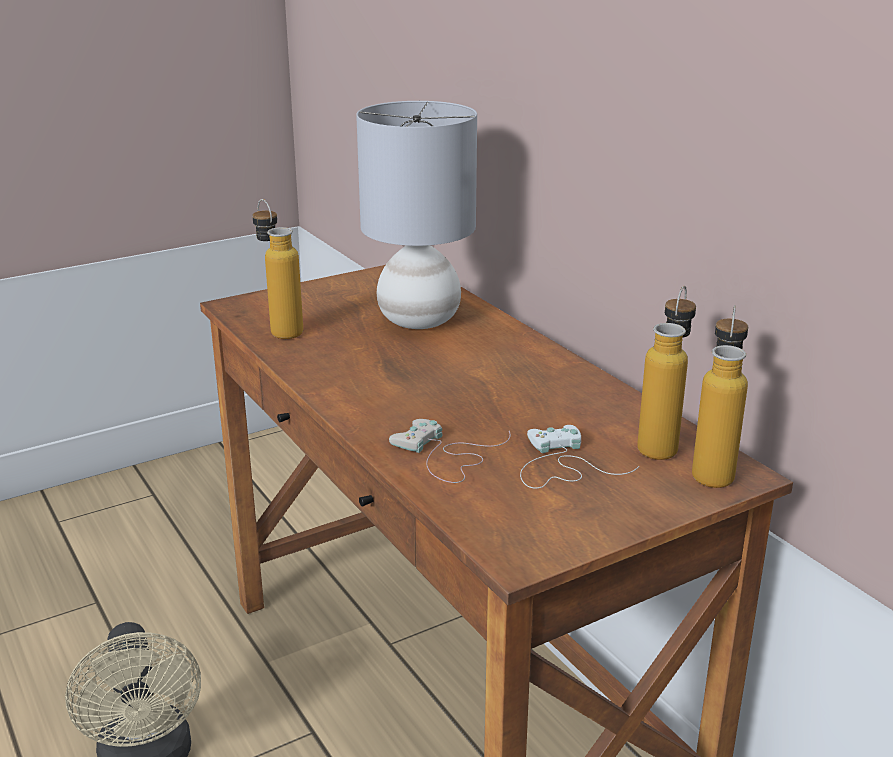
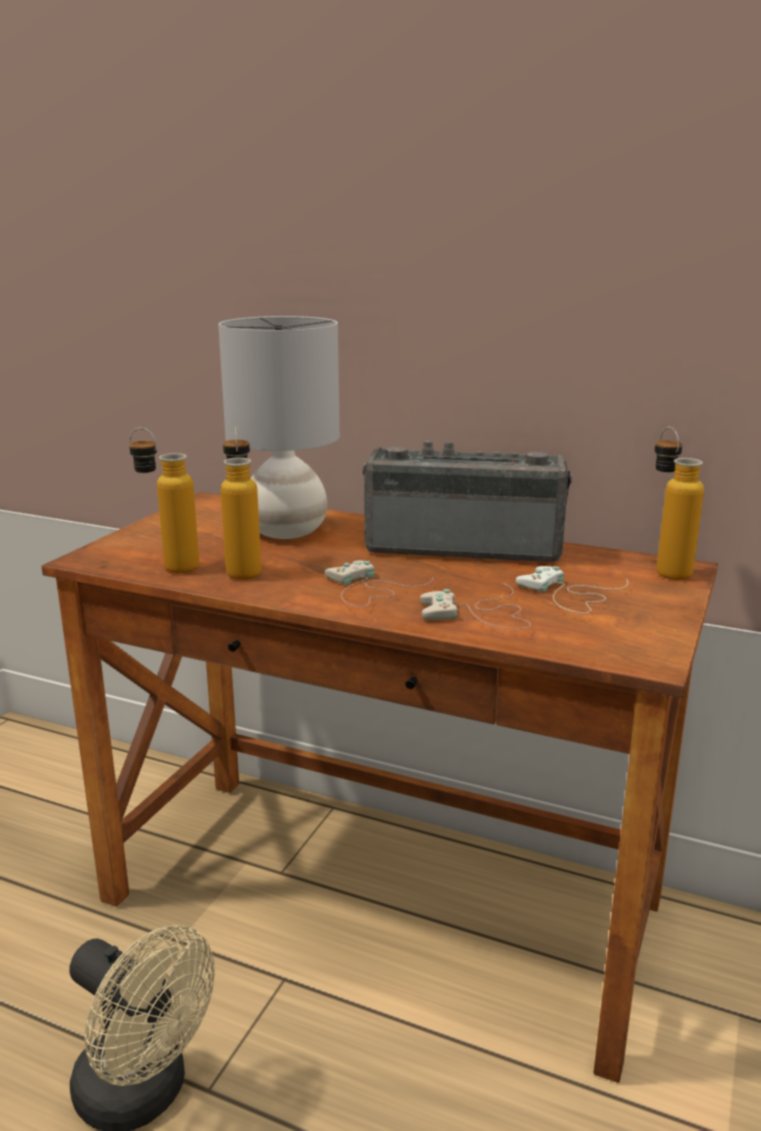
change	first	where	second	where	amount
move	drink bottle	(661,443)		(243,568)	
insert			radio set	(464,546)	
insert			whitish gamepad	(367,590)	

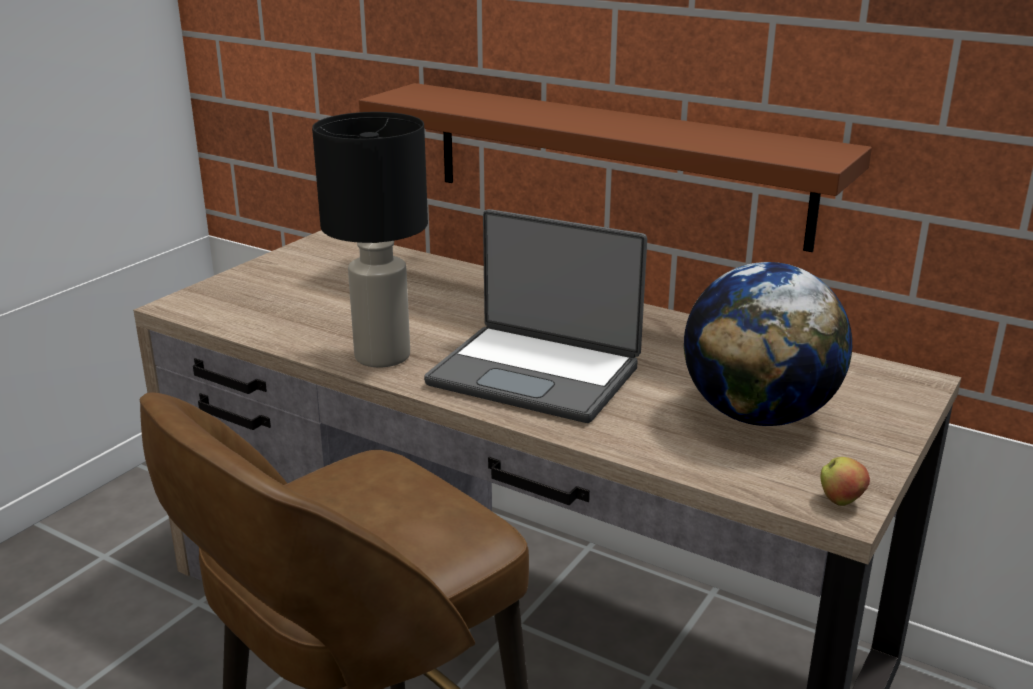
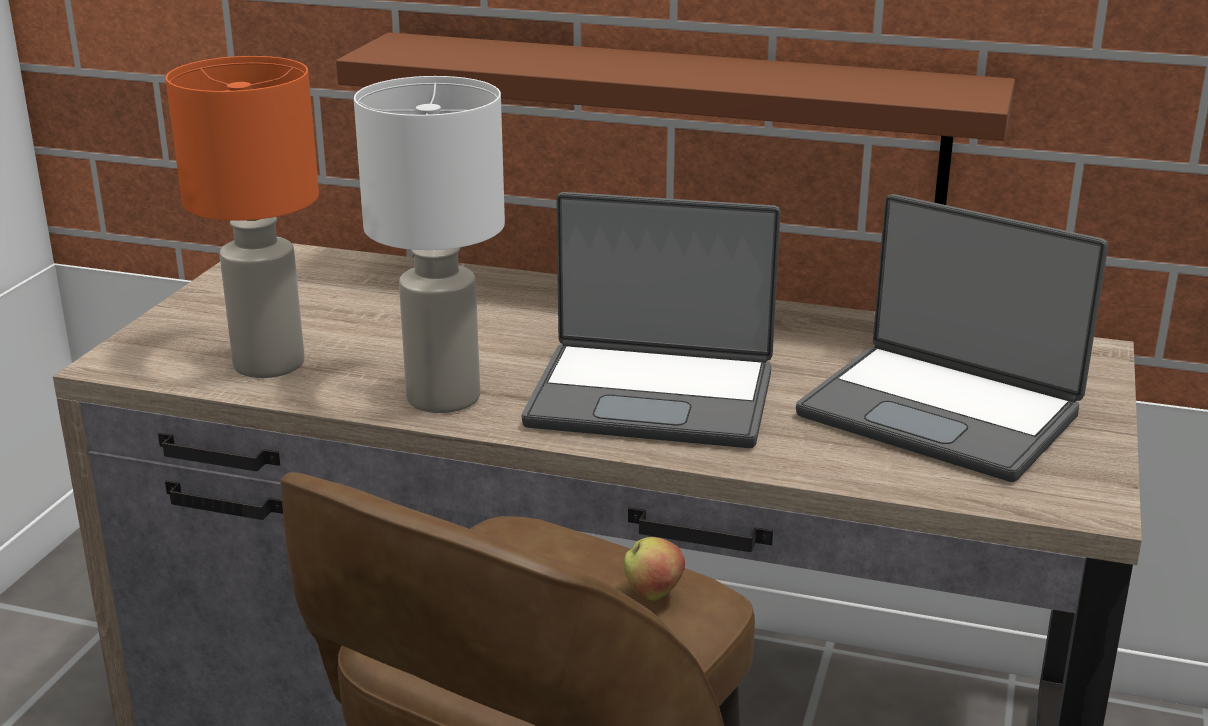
change	first	where	second	where	amount
recolor	black-coloured lamp for a table	(383,357)	whitish lamp for a table	(445,398)	
replace	globe	(759,415)	laptop	(941,413)	
move	whole apple	(841,501)		(653,594)	
insert			orangey lamp for a table	(269,363)	

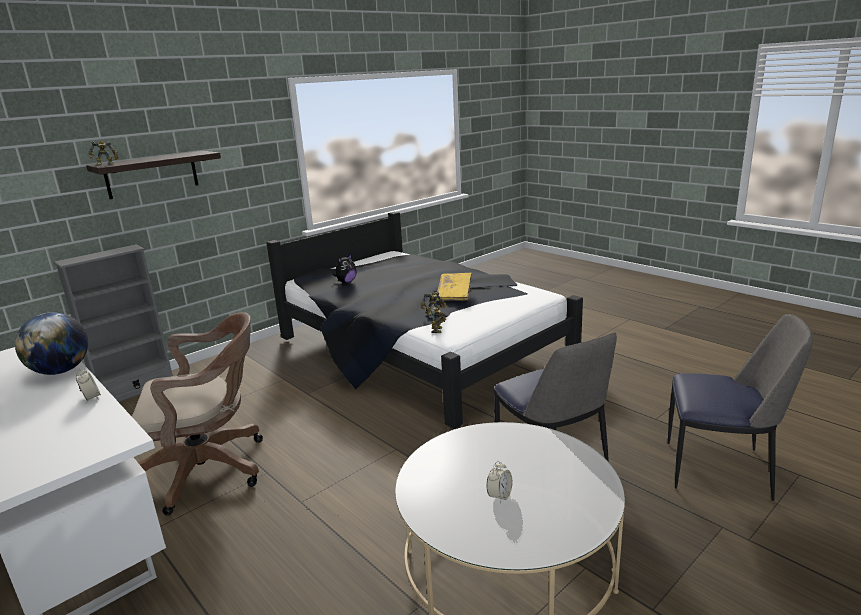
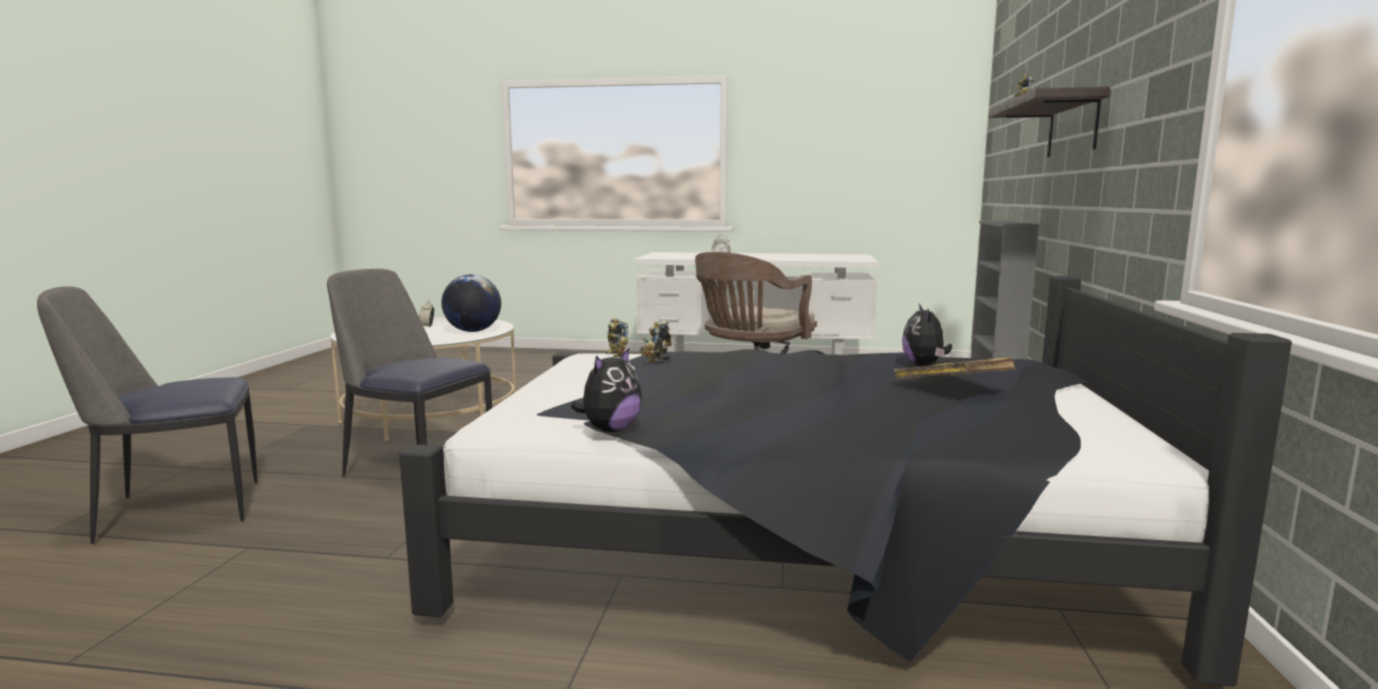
change	first	where	second	where	amount
move	yellowish volume	(454,294)		(951,387)	
move	globe	(61,371)		(473,331)	
insert			cuddly toy	(610,429)	

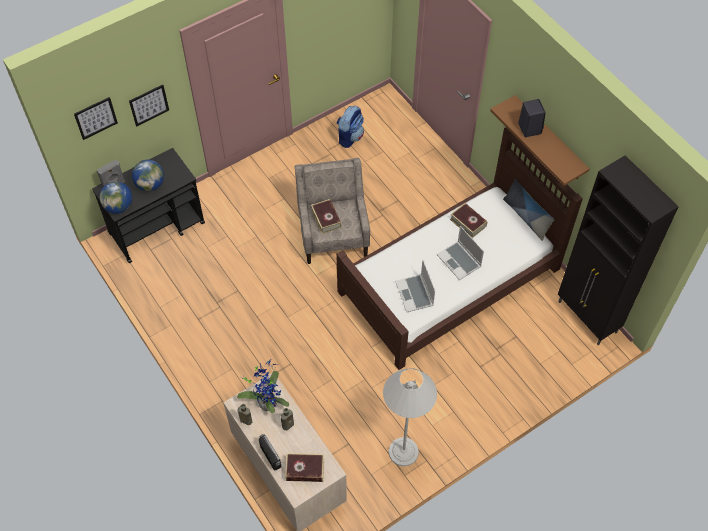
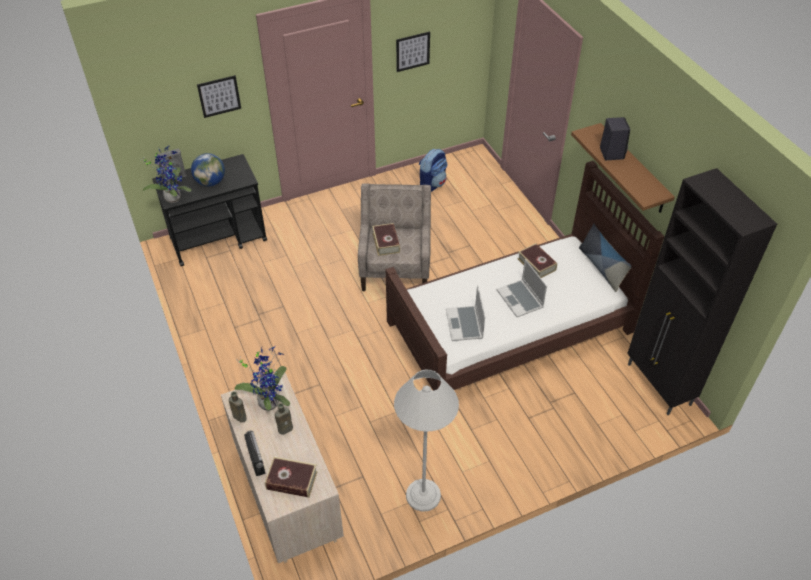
change	first	where	second	where	amount
move	picture	(95,118)		(412,51)	
replace	globe	(119,206)	houseplant	(173,197)	

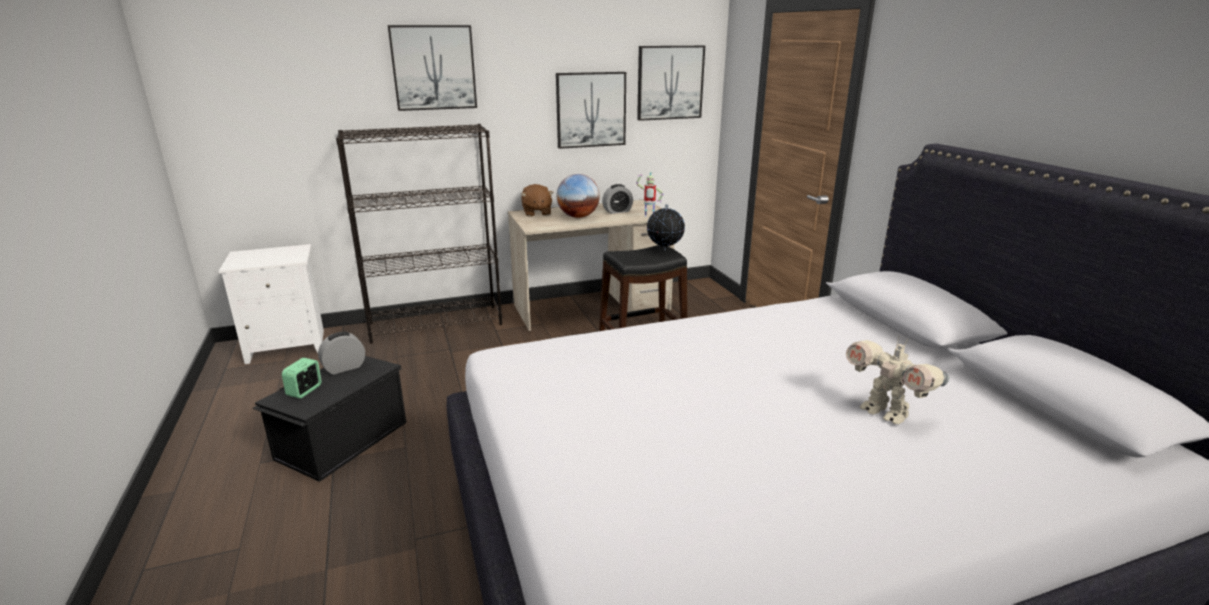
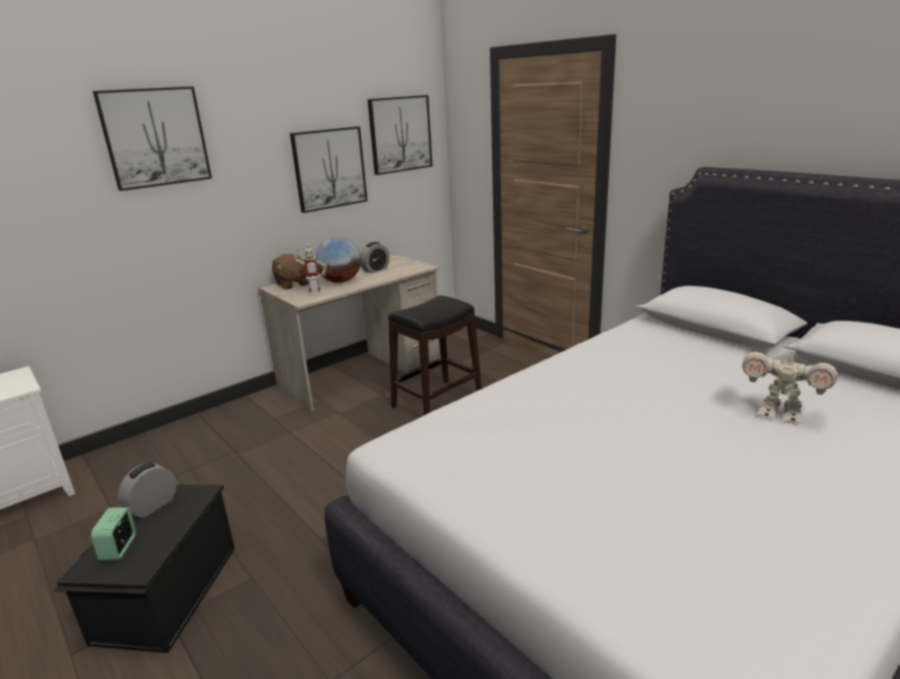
change	first	where	second	where	amount
delete	black-coloured bookcase	(436,323)			
move	model robot	(649,217)		(314,293)	
delete	globe	(664,250)			

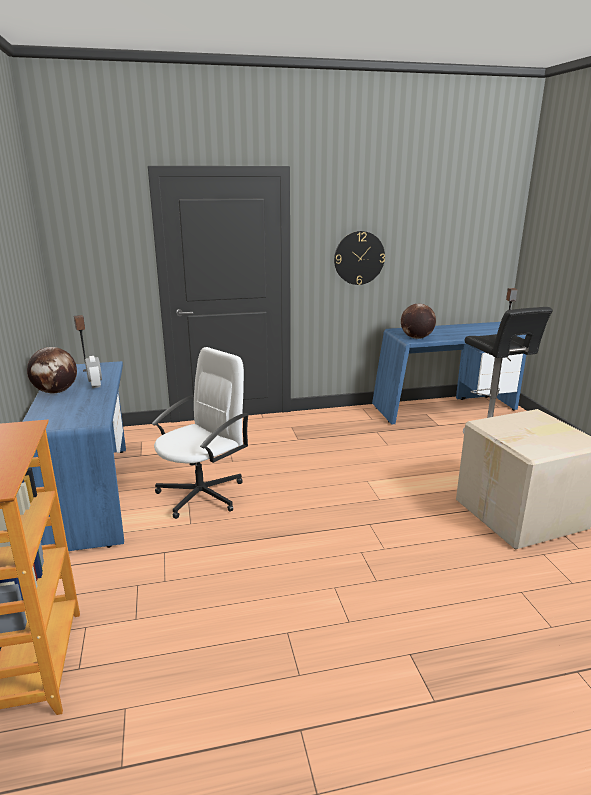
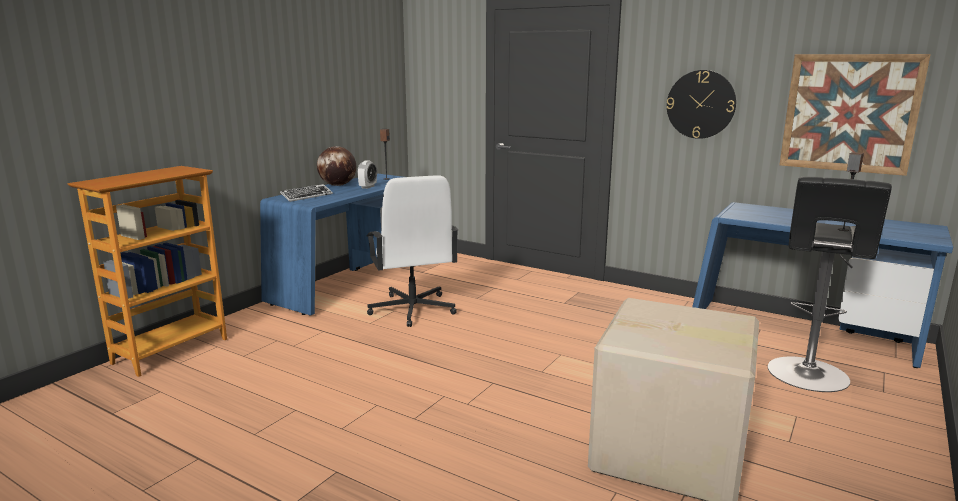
change	first	where	second	where	amount
delete	globe	(416,338)			
rotate	whitish office chair	(202,494)		(412,310)	75 degrees clockwise
insert			picture	(849,113)	
insert			keyboard	(306,196)	

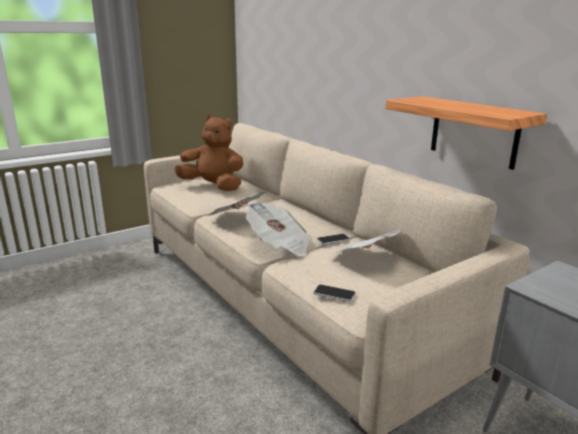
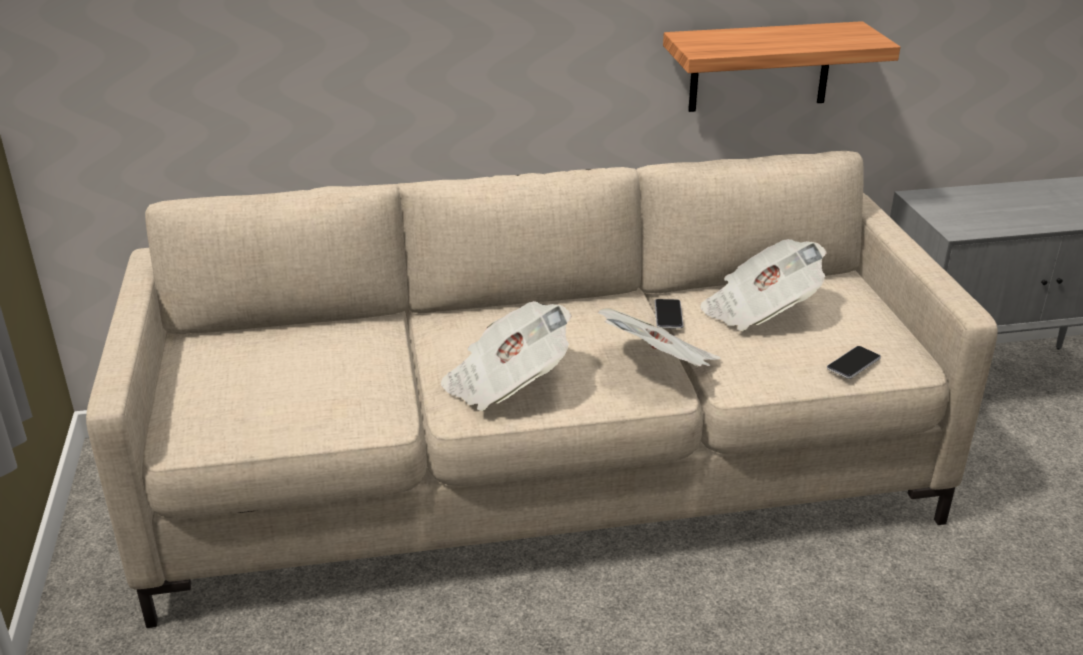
change	first	where	second	where	amount
delete	brown-coloured cuddly toy	(213,186)			

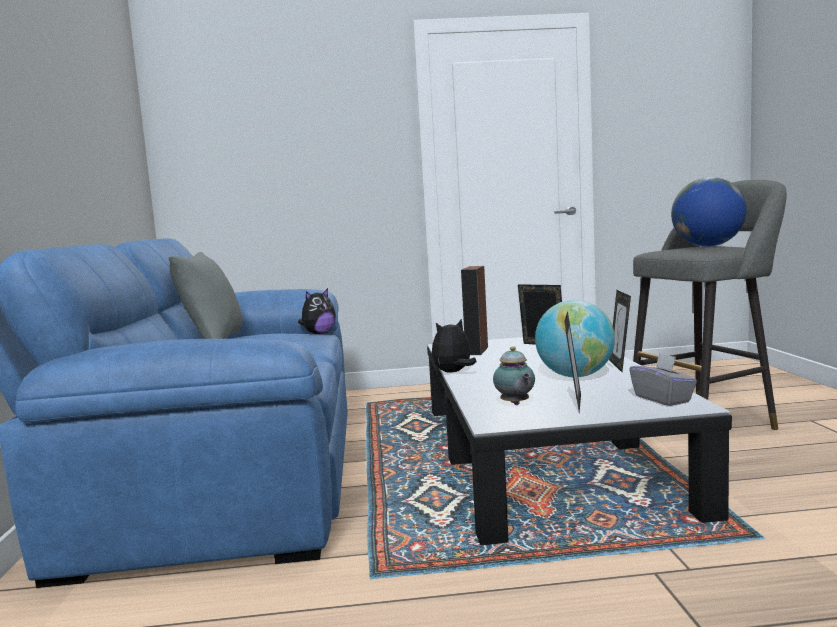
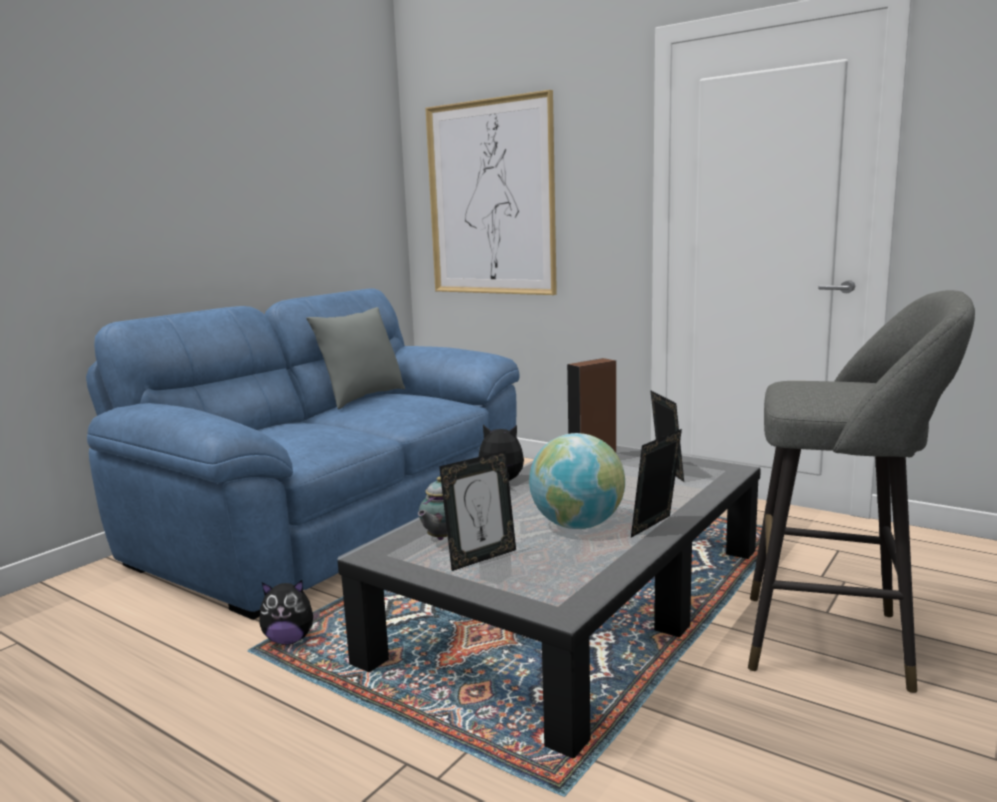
change	first	where	second	where	amount
delete	globe	(708,246)			
move	cuddly toy	(319,334)		(289,639)	
delete	gray tissue box	(663,399)			
insert			picture	(491,198)	

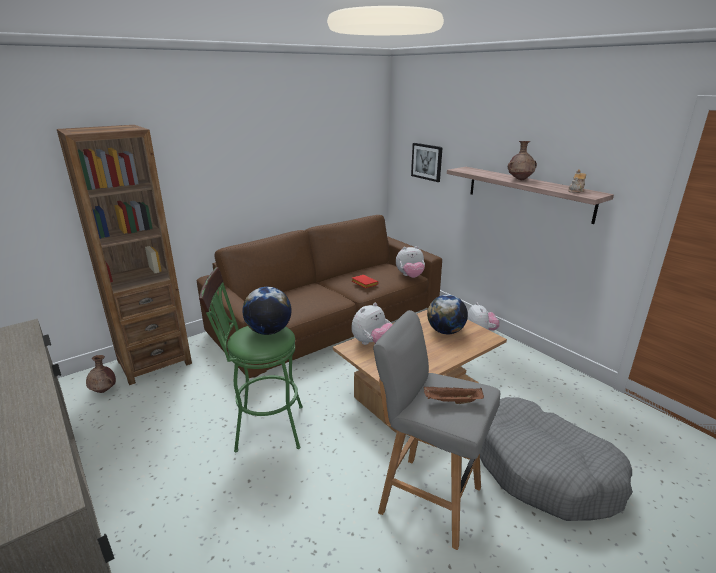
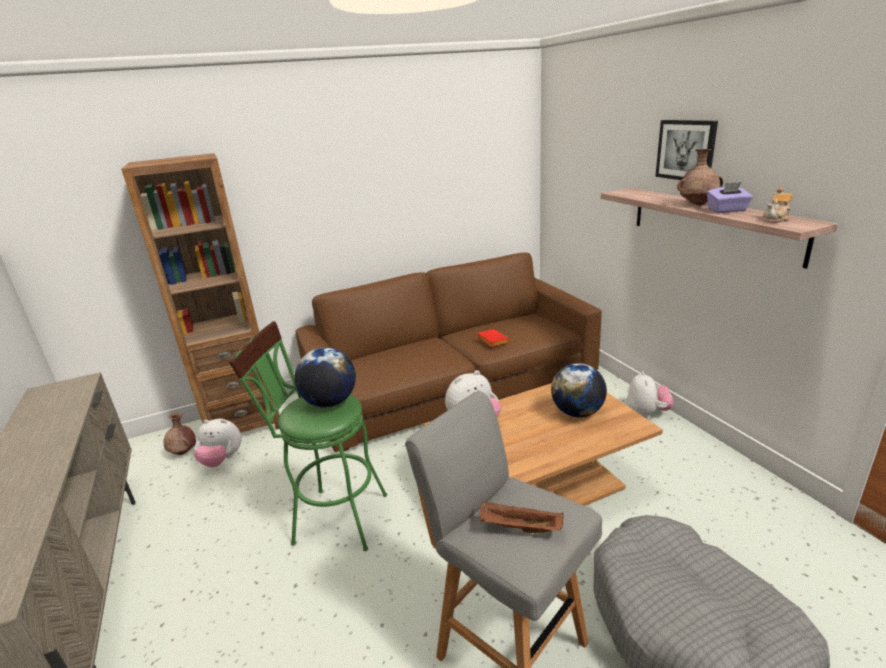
change	first	where	second	where	amount
move	picture	(427,162)		(686,150)	
move	cuddly toy	(410,276)		(222,460)	
insert			purplish tissue box	(727,210)	

